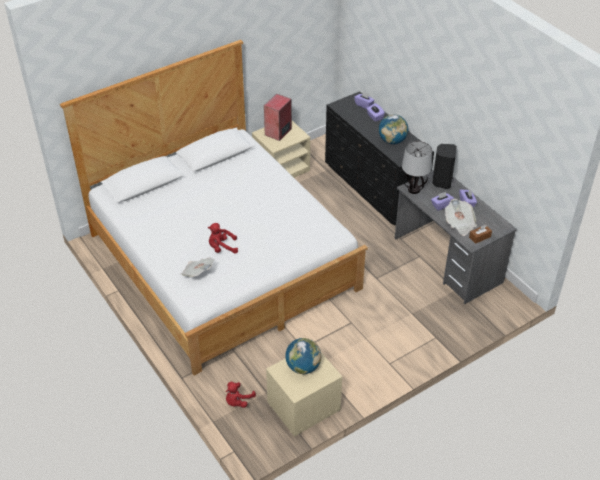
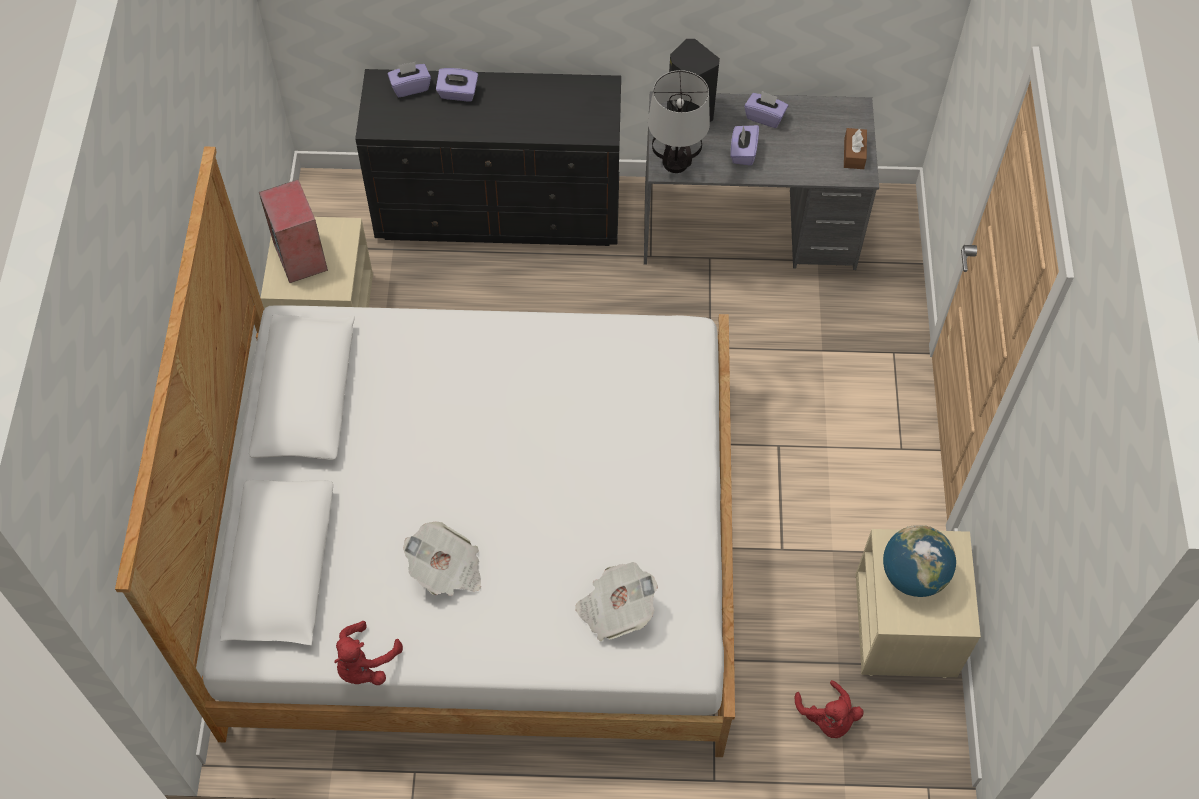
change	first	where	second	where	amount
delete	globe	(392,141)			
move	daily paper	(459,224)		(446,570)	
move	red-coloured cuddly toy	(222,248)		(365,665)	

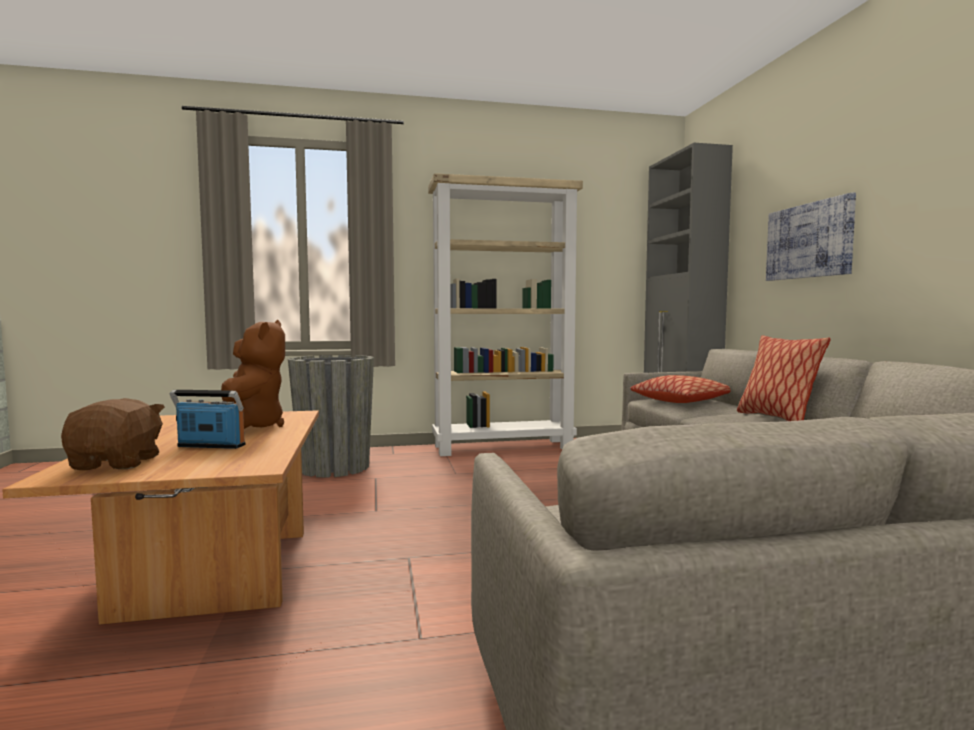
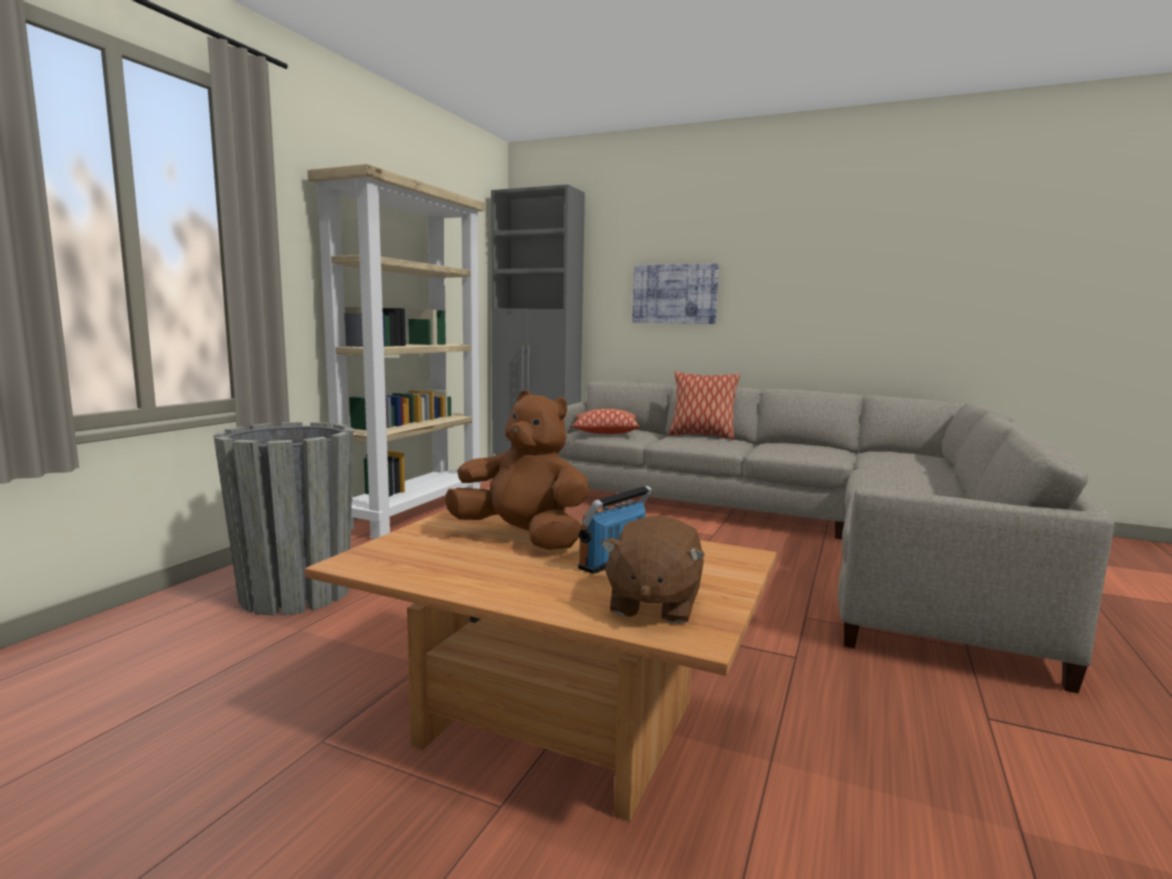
change	first	where	second	where	amount
rotate	brown-coloured cuddly toy	(117,463)		(653,604)	105 degrees counterclockwise

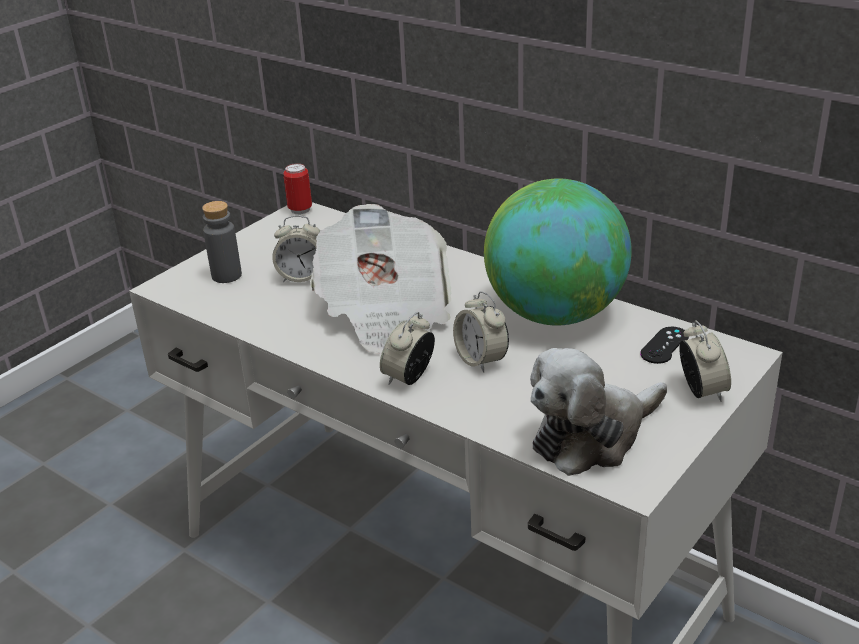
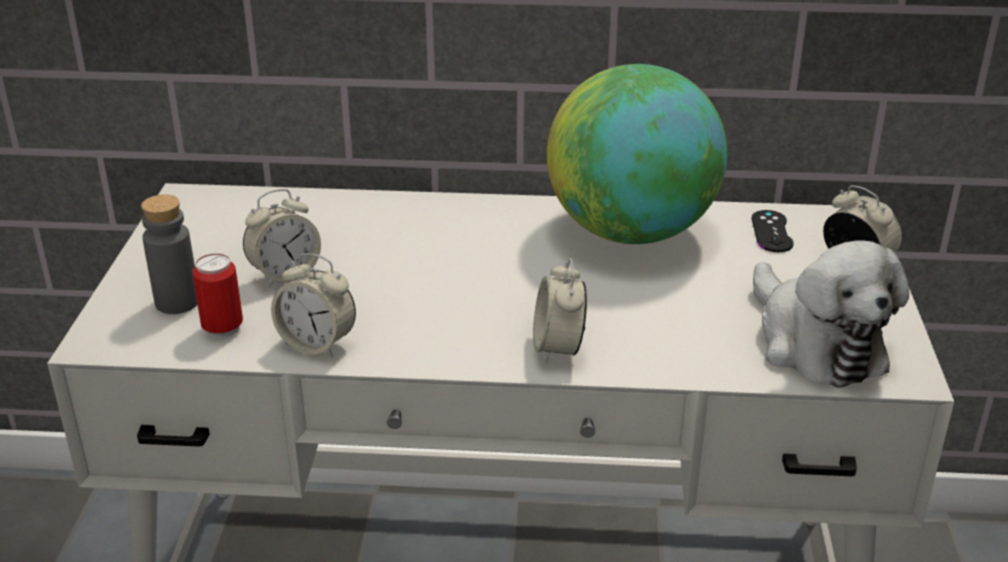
change	first	where	second	where	amount
move	metal can	(300,210)		(223,329)	
delete	daily paper	(385,312)			
move	table clock	(481,360)		(317,344)	
rotate	cuddly toy	(592,436)		(815,343)	45 degrees counterclockwise

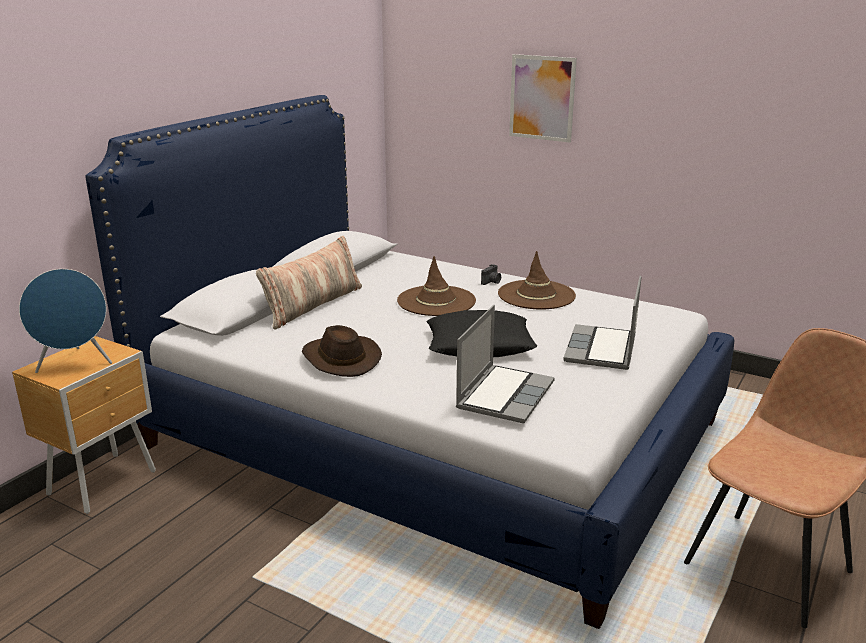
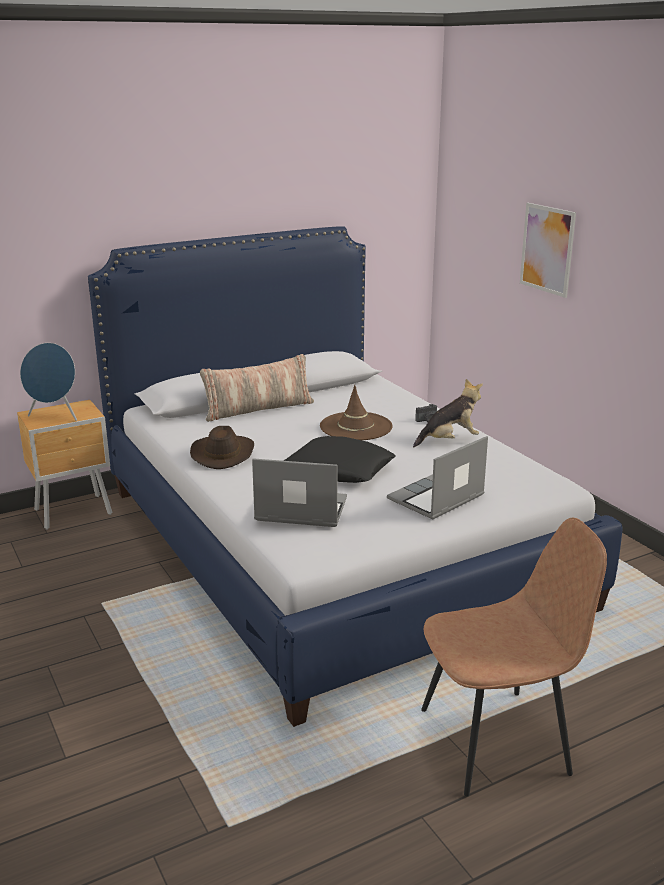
change	first	where	second	where	amount
replace	brown-coloured wearable hat	(536,295)	cuddly toy	(449,440)	
rotate	laptop	(504,395)		(300,510)	135 degrees counterclockwise

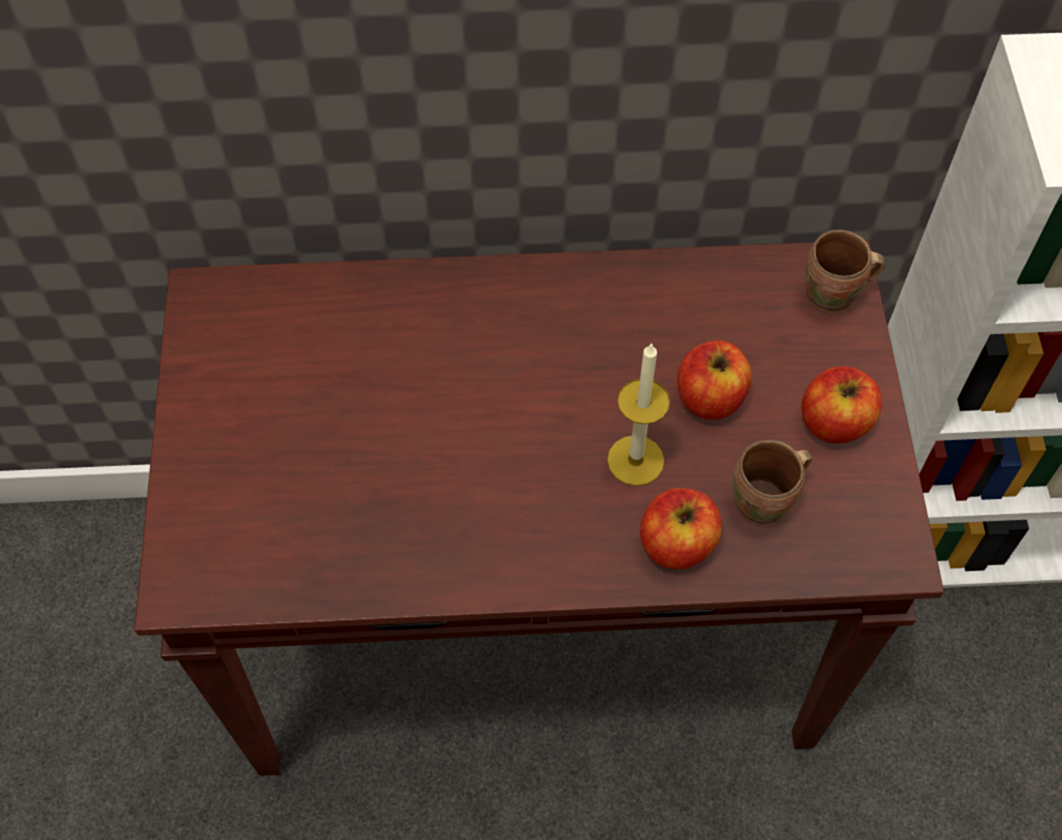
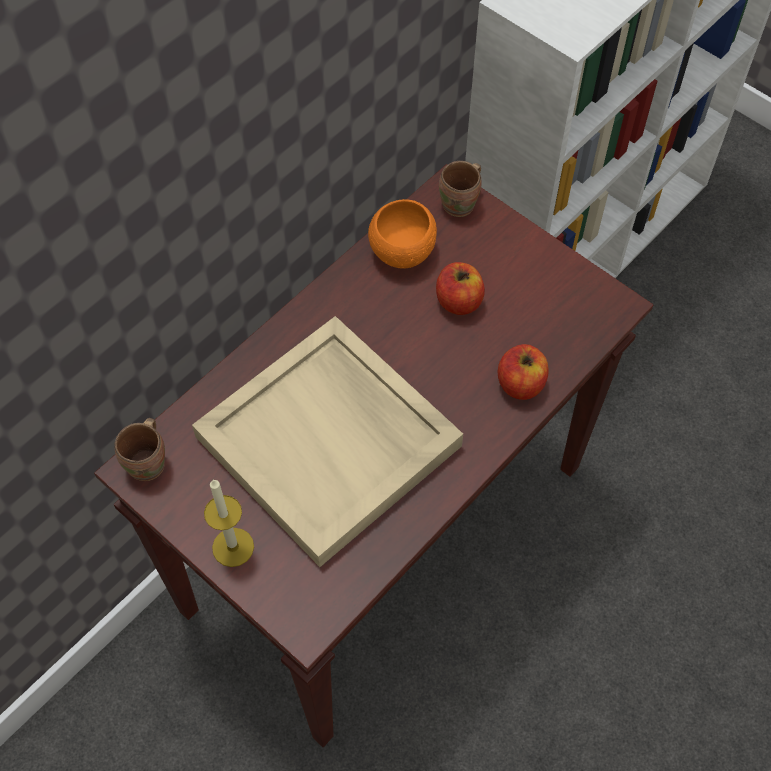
change	first	where	second	where	amount
move	wax candle	(635,460)		(233,547)	
delete	whole apple	(834,422)			
move	brown-coloured tea mug	(766,503)		(149,464)	
insert			orangey bowl	(401,251)	
insert			beige serving tray	(331,442)	

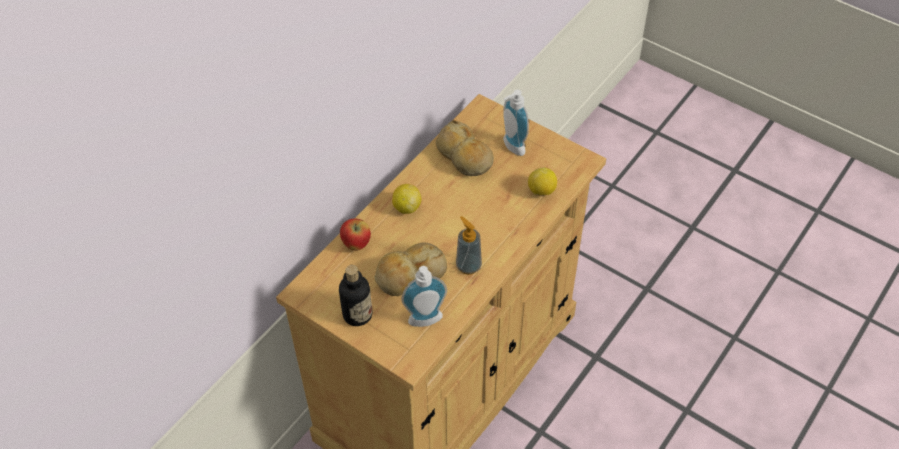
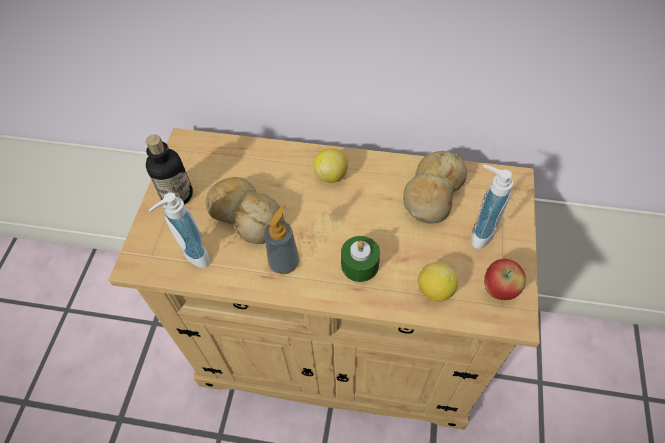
change	first	where	second	where	amount
move	whole apple	(356,244)		(499,289)	
insert			green-coloured wax candle	(360,265)	

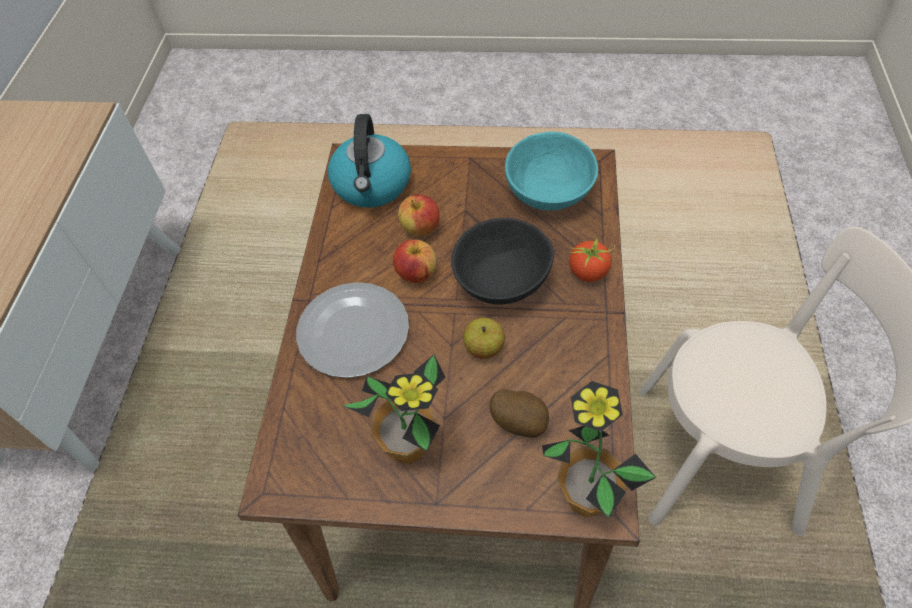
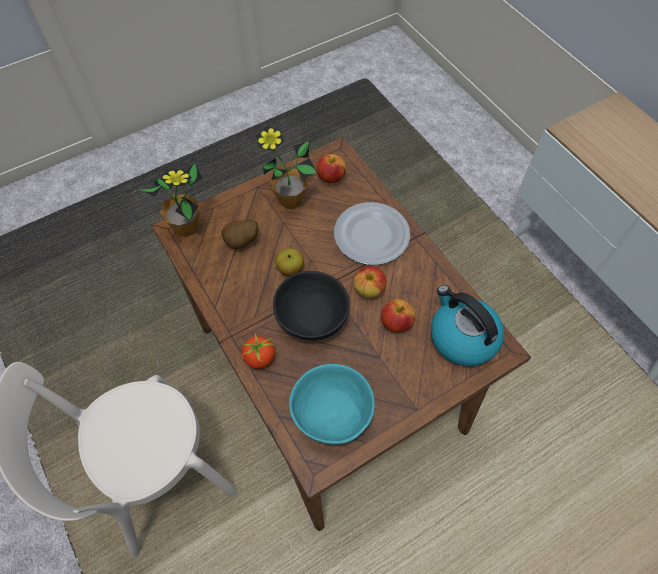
change	first	where	second	where	amount
insert			whole apple	(331,177)	

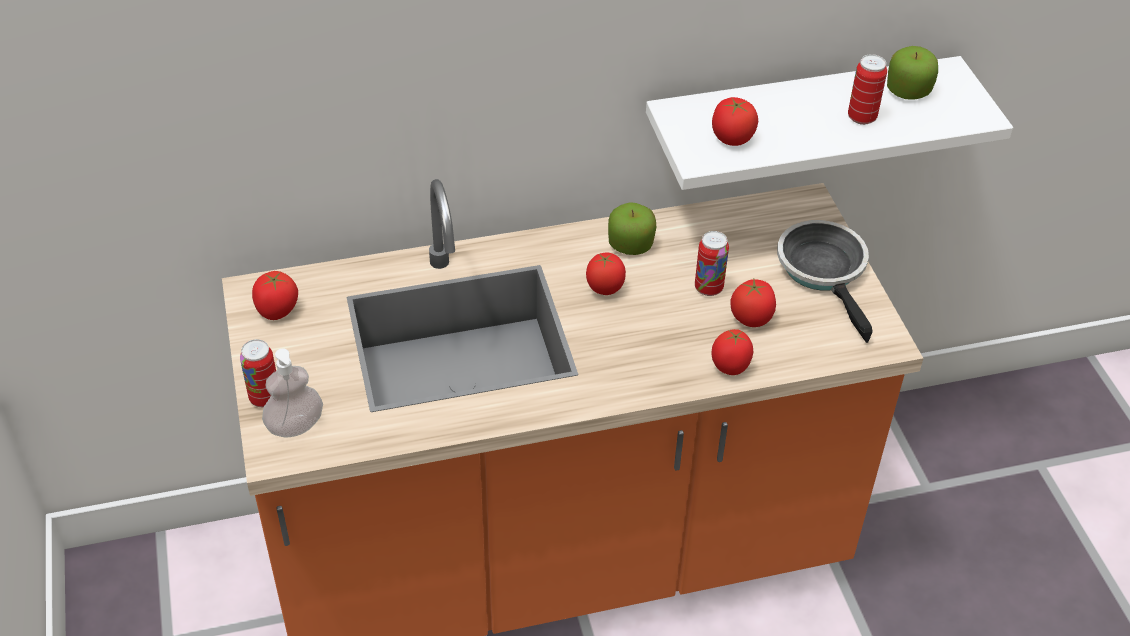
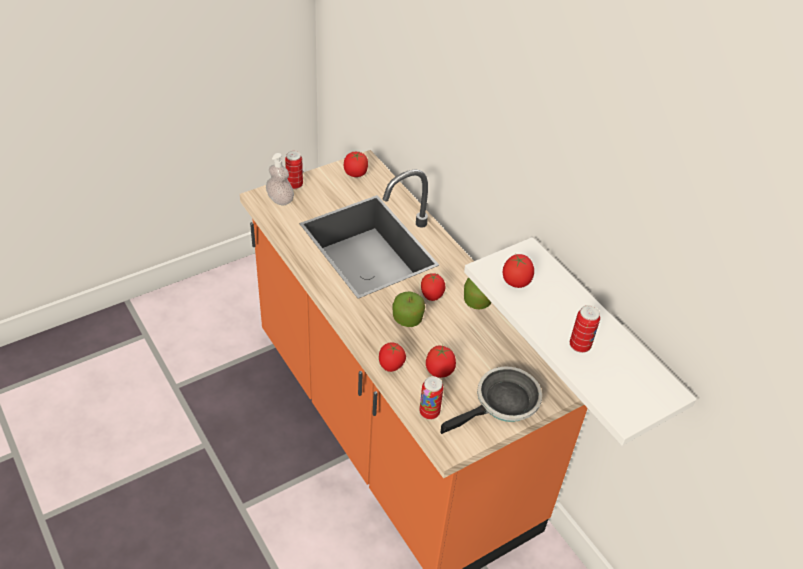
change	first	where	second	where	amount
move	whole apple	(908,91)		(407,319)	
move	metal can	(708,288)		(429,412)	

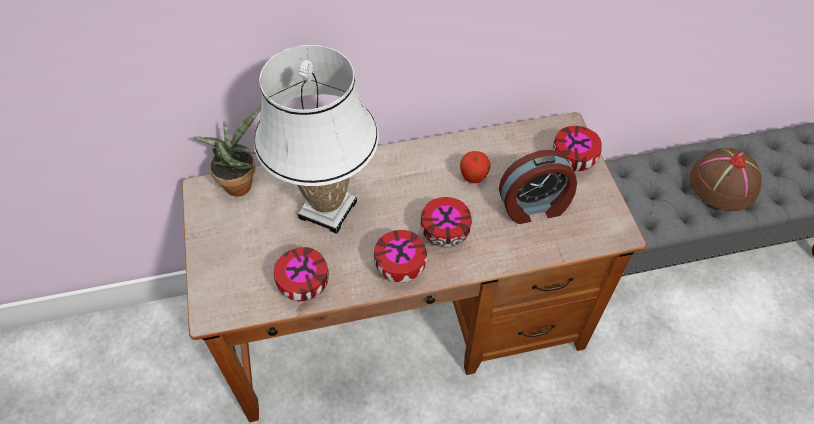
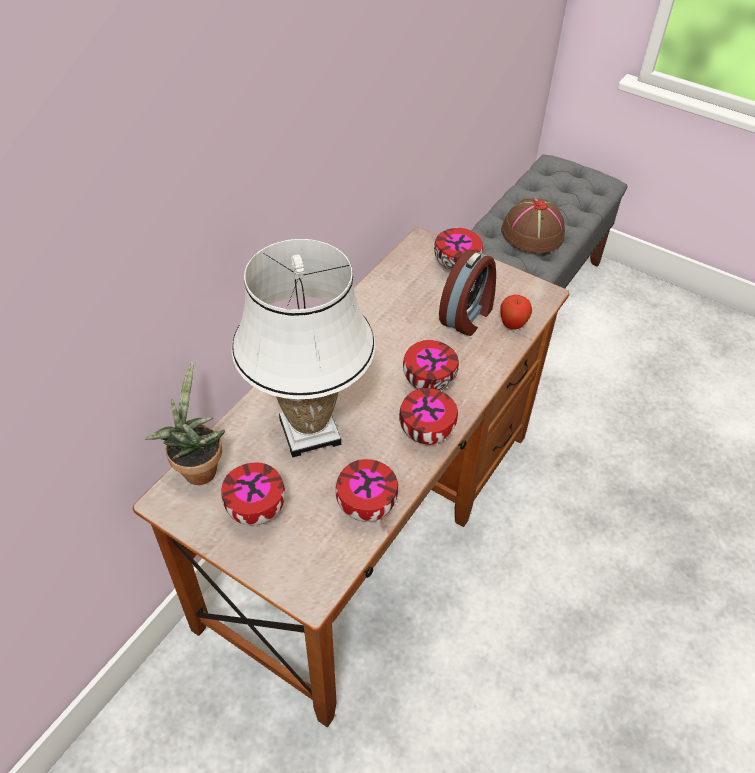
change	first	where	second	where	amount
move	whole apple	(473,178)		(512,325)	
insert			bowl	(255,511)	

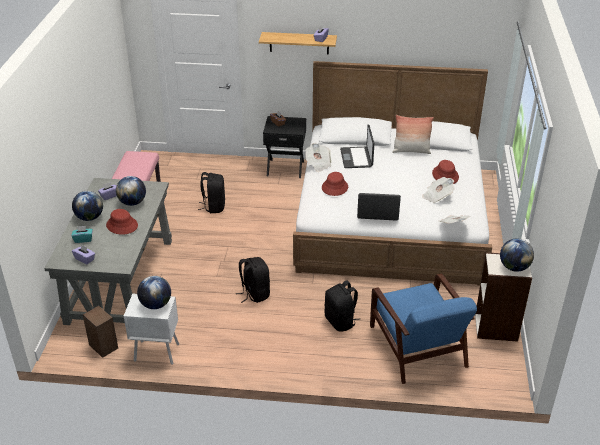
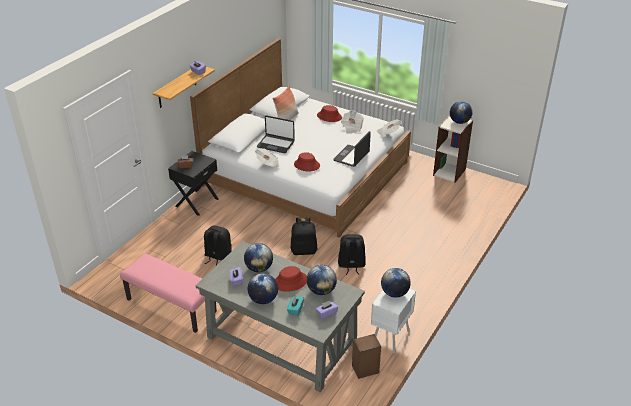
change	first	where	second	where	amount
delete	blue lounge chair	(418,347)			
move	black-coloured rucksack	(340,321)		(304,250)	
insert			globe	(321,290)	

